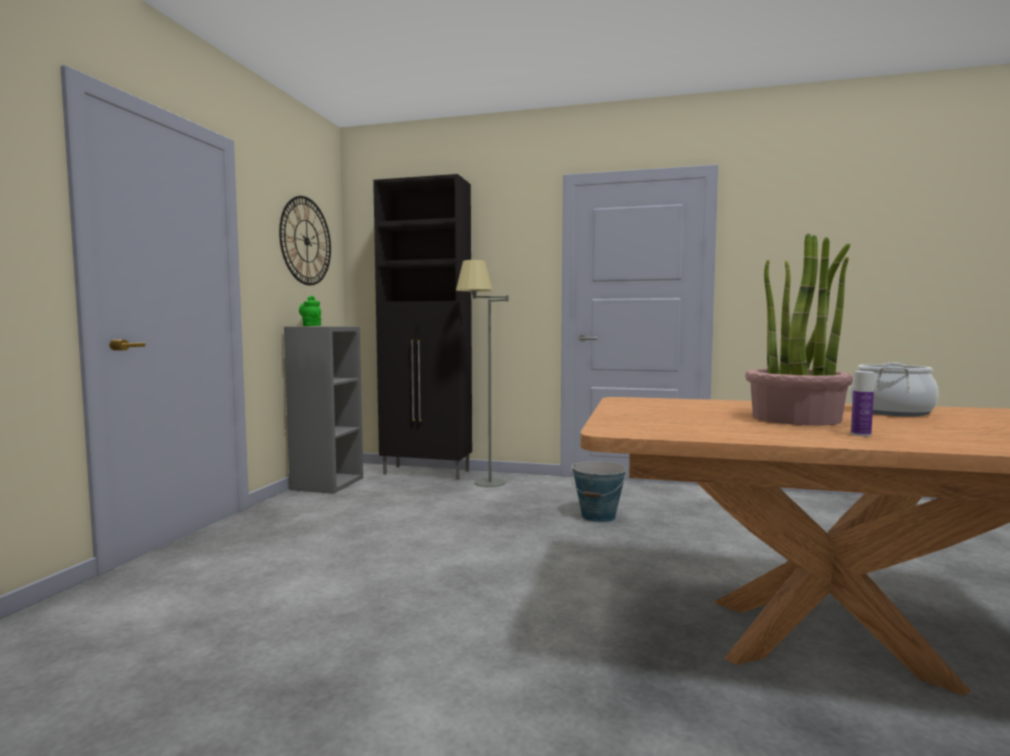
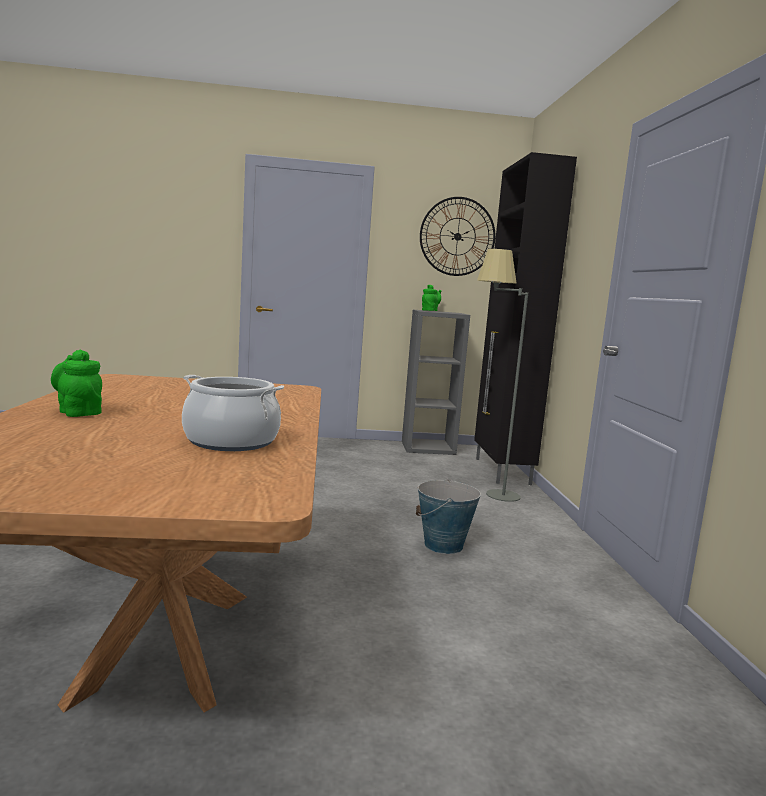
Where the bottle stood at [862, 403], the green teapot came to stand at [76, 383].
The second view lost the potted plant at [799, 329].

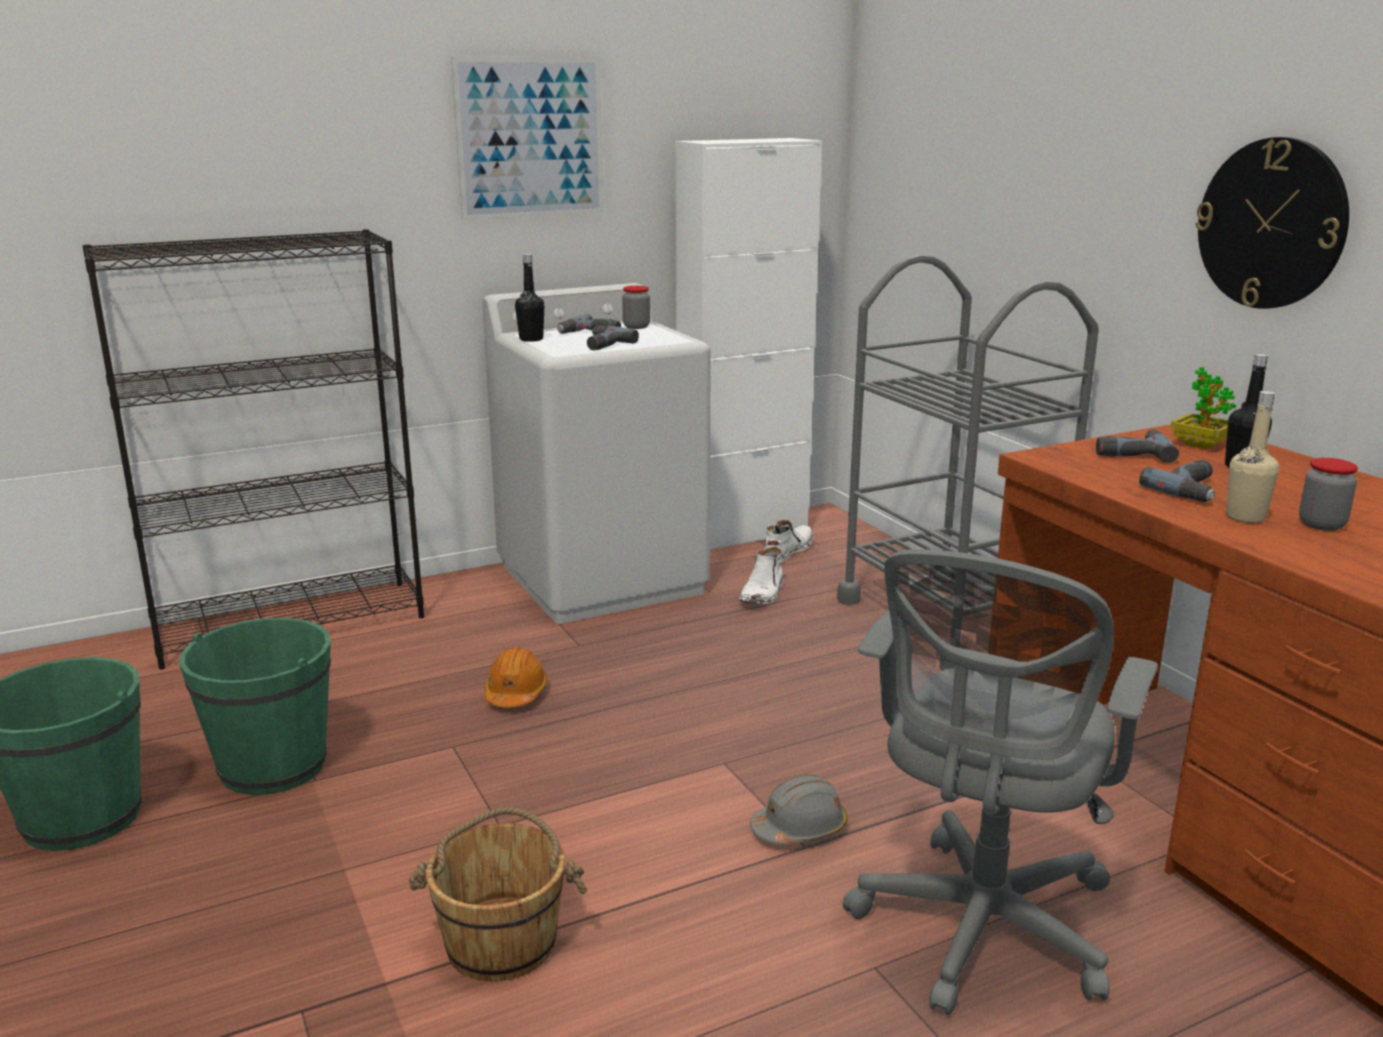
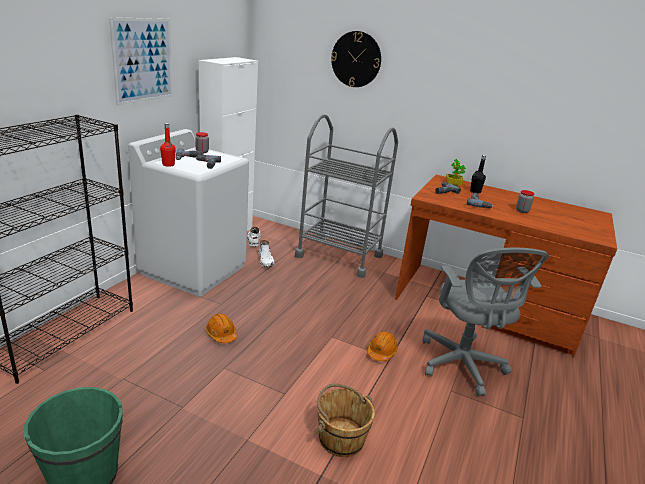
What was the black bottle at [530, 298] turned into the red bottle at [167, 145].
The wall clock ended up elsewhere, having gone from [1272, 223] to [356, 59].
What was the grey hard hat at [799, 809] turned into the orange hard hat at [382, 346].
The second view lost the green bucket at [255, 706].
The second view lost the beige bottle at [1252, 457].

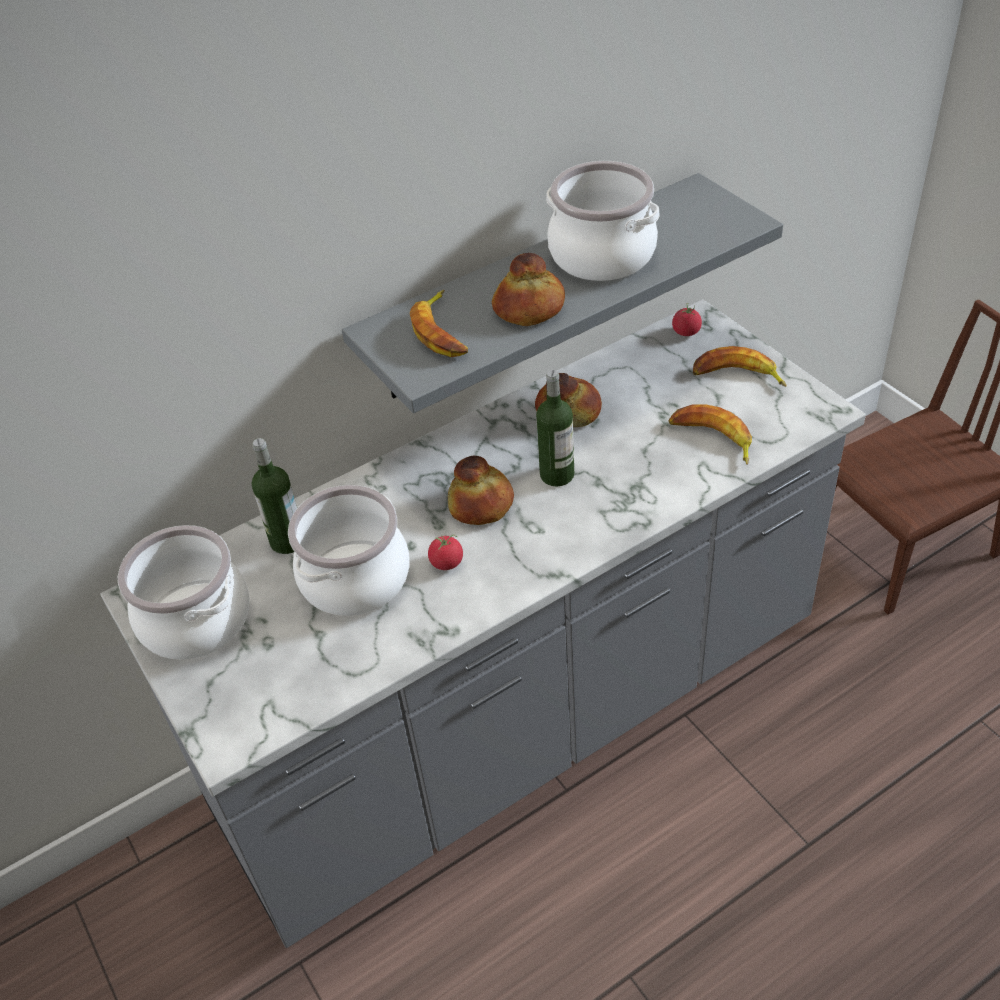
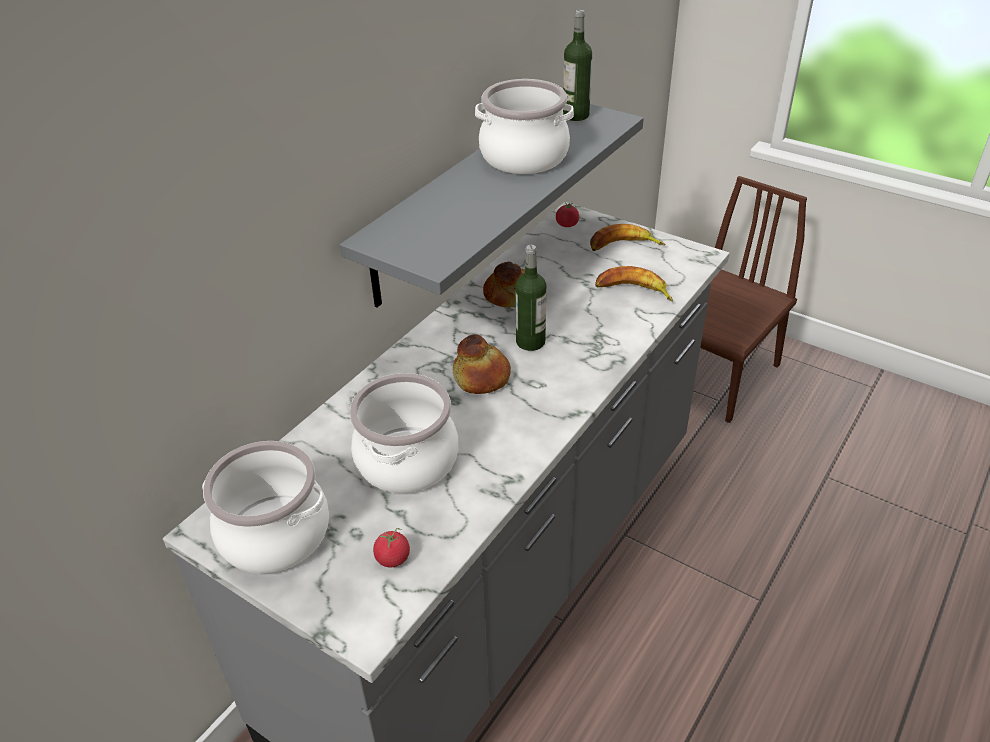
The tomato ended up elsewhere, having gone from [445, 552] to [391, 547].
The bottle ended up elsewhere, having gone from [274, 496] to [577, 65].
The second view lost the banana at [439, 323].
The second view lost the bread at [528, 289].

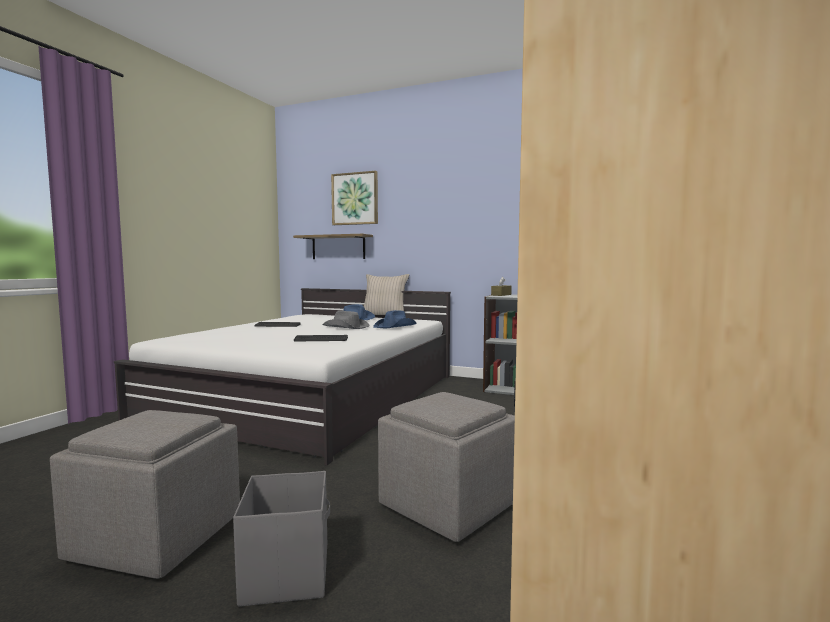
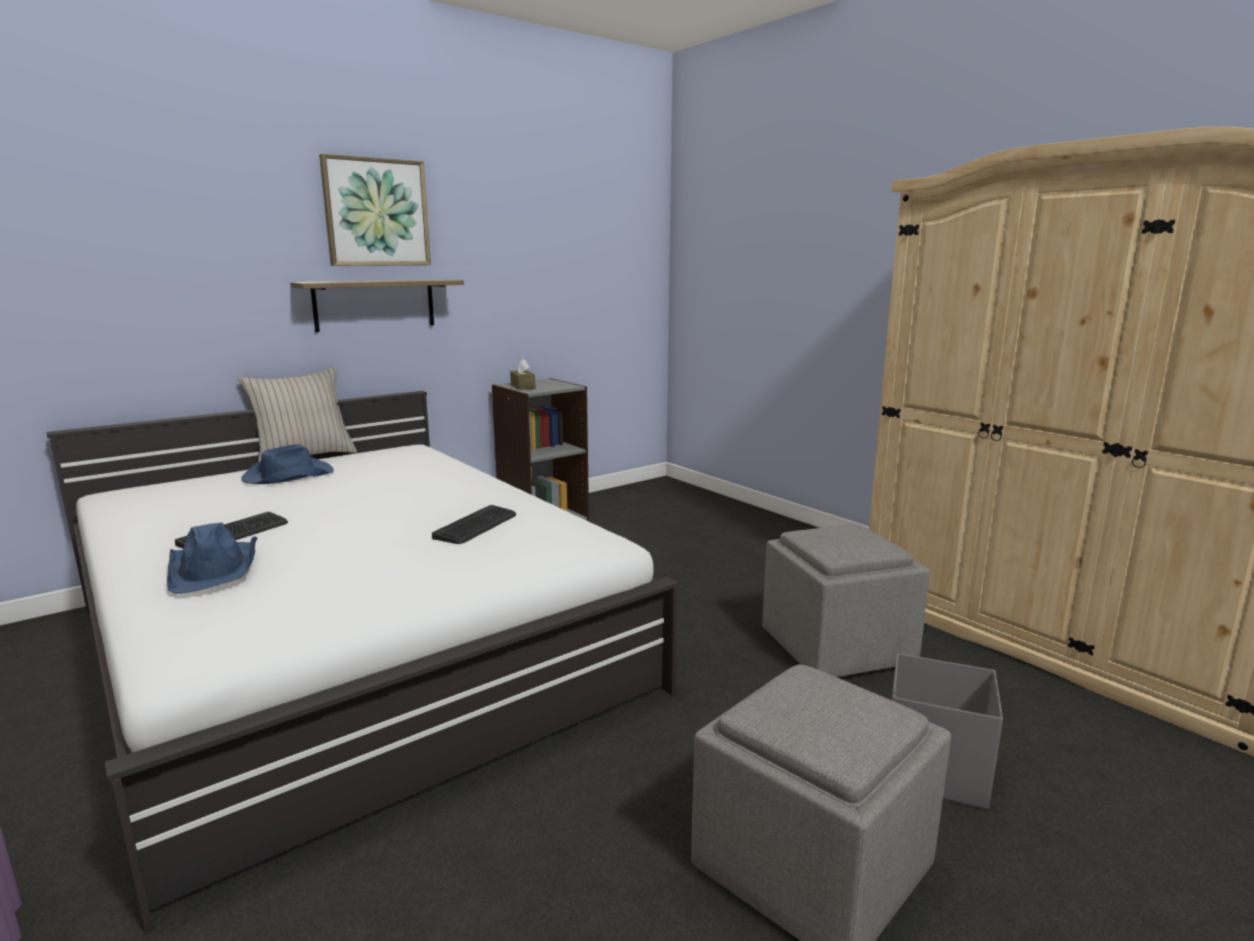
The blue hat ended up elsewhere, having gone from [394, 319] to [212, 558].
The shelf ended up elsewhere, having gone from [333, 246] to [377, 305].
The picture ended up elsewhere, having gone from [354, 198] to [375, 210].
The second view lost the grey hat at [345, 320].

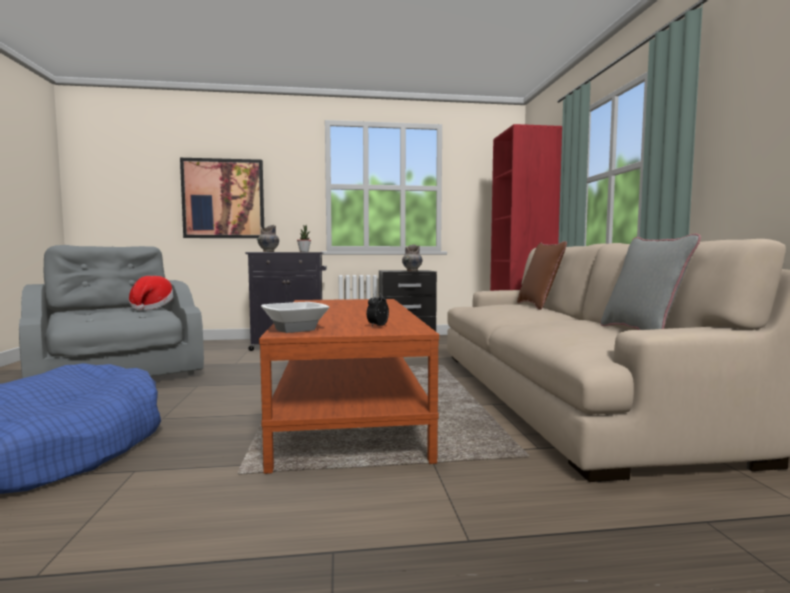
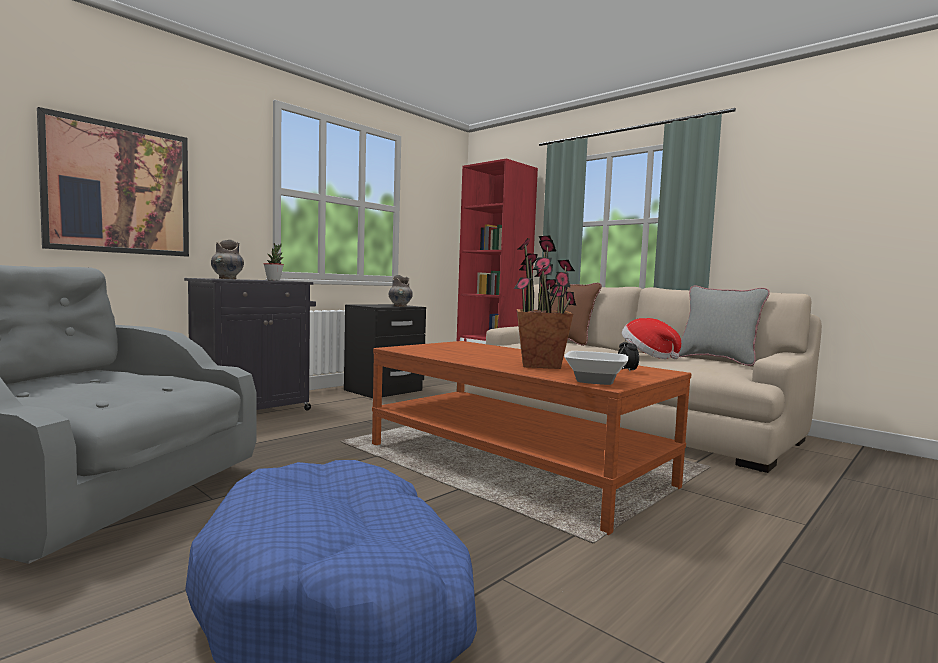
The second view gained the potted plant at [545, 302].
The hat ended up elsewhere, having gone from [151, 293] to [651, 338].

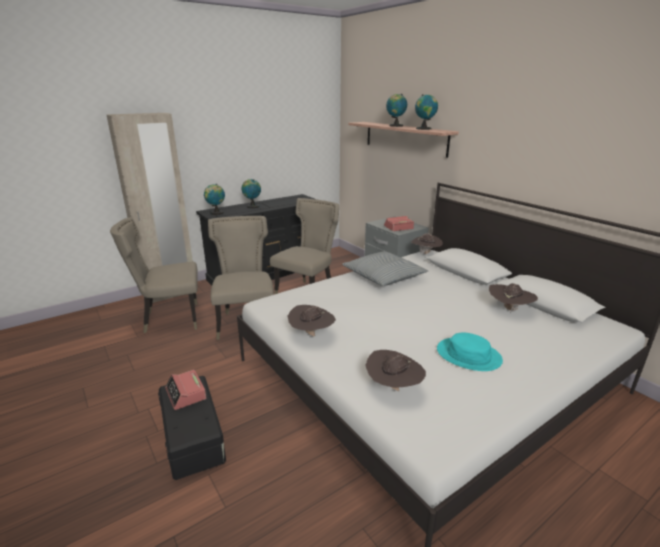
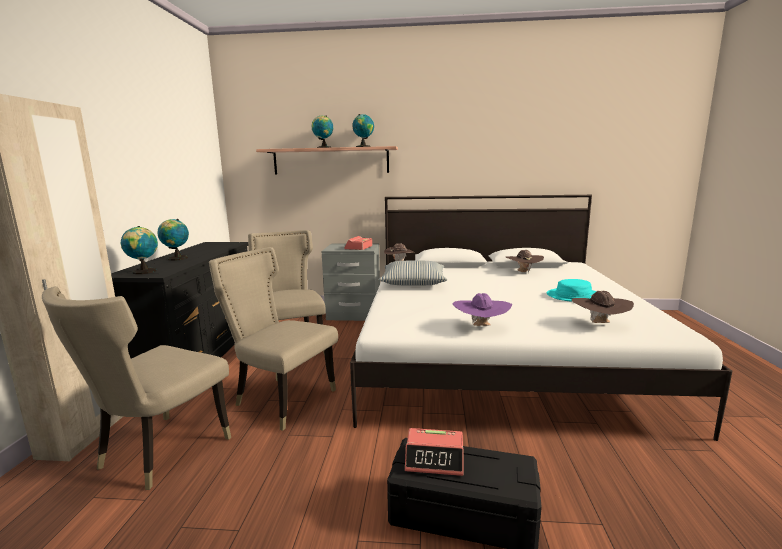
What was the brown hat at [311, 320] turned into the purple hat at [482, 309].

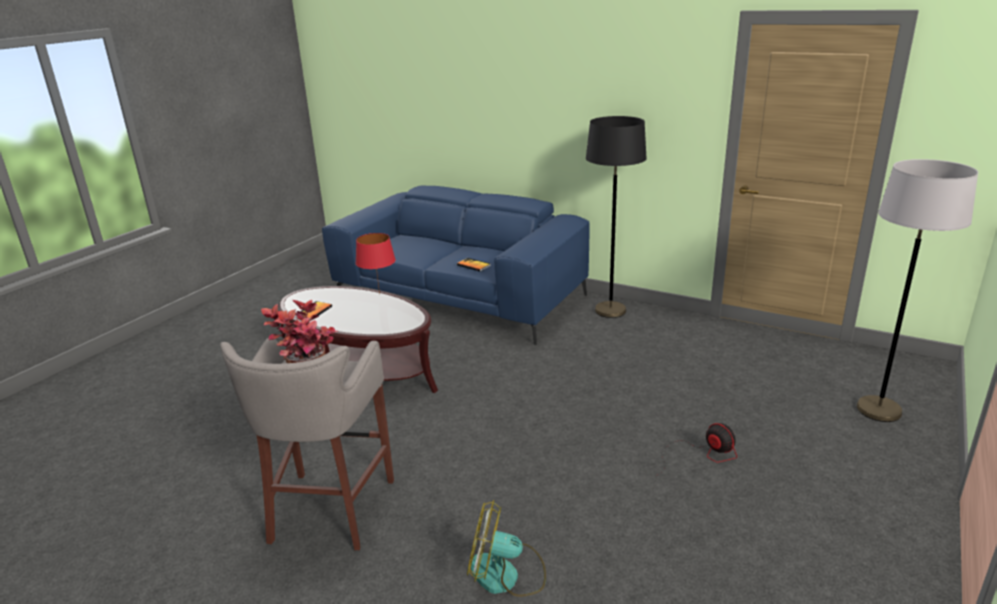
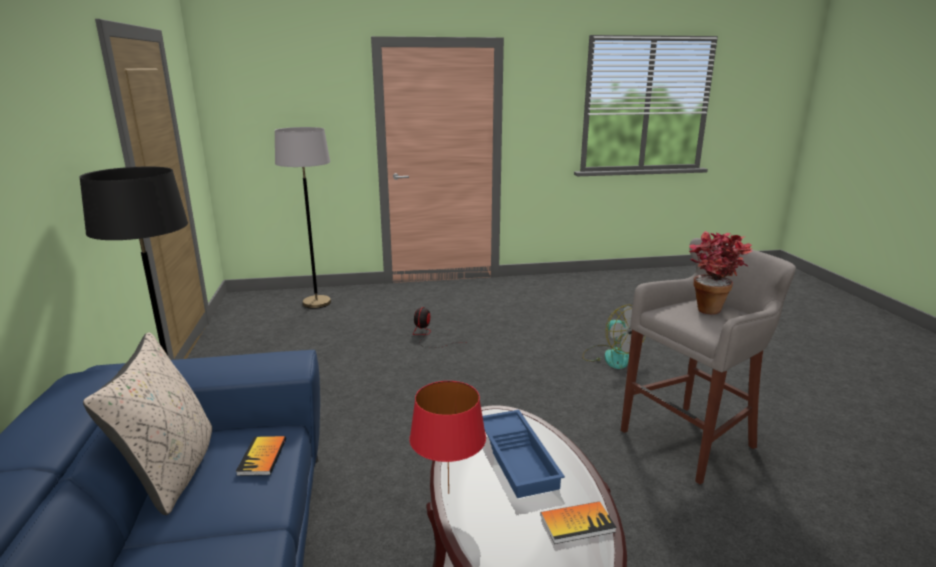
The second view gained the beige pillow at [147, 424].
The second view gained the blue tray at [523, 454].

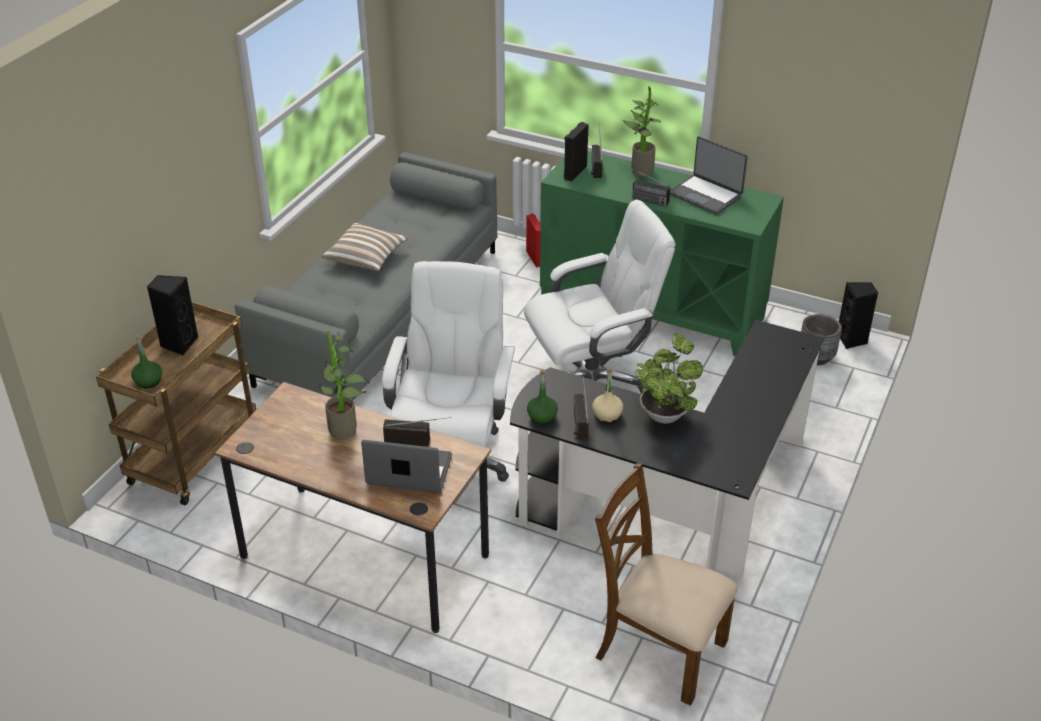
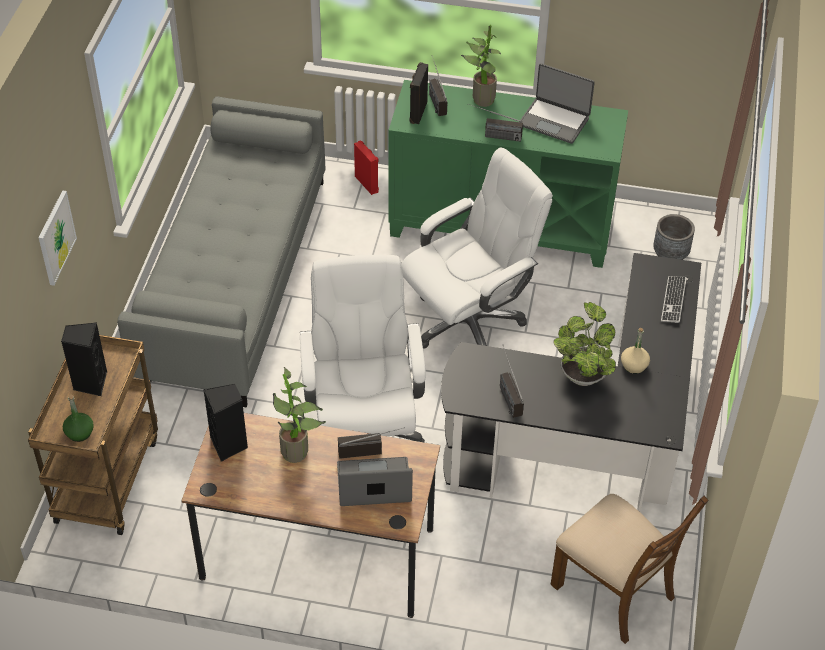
The second view gained the picture at [58, 238].
The black speaker ended up elsewhere, having gone from [858, 315] to [226, 422].
The brown chair at [666, 584] ended up facing another way, 150 degrees counterclockwise from before.
The beige bottle ended up elsewhere, having gone from [607, 395] to [635, 351].
The second view gained the keyboard at [674, 299].
The second view lost the pillow at [365, 247].
The second view lost the green bottle at [542, 397].

